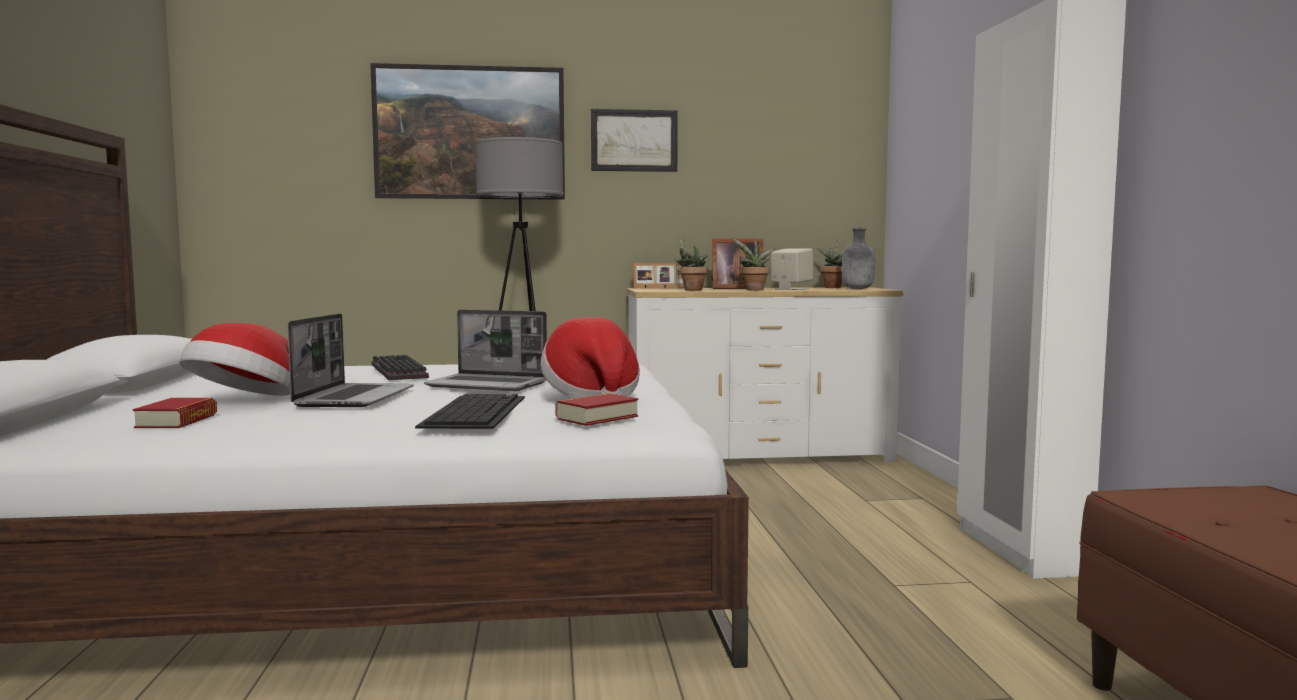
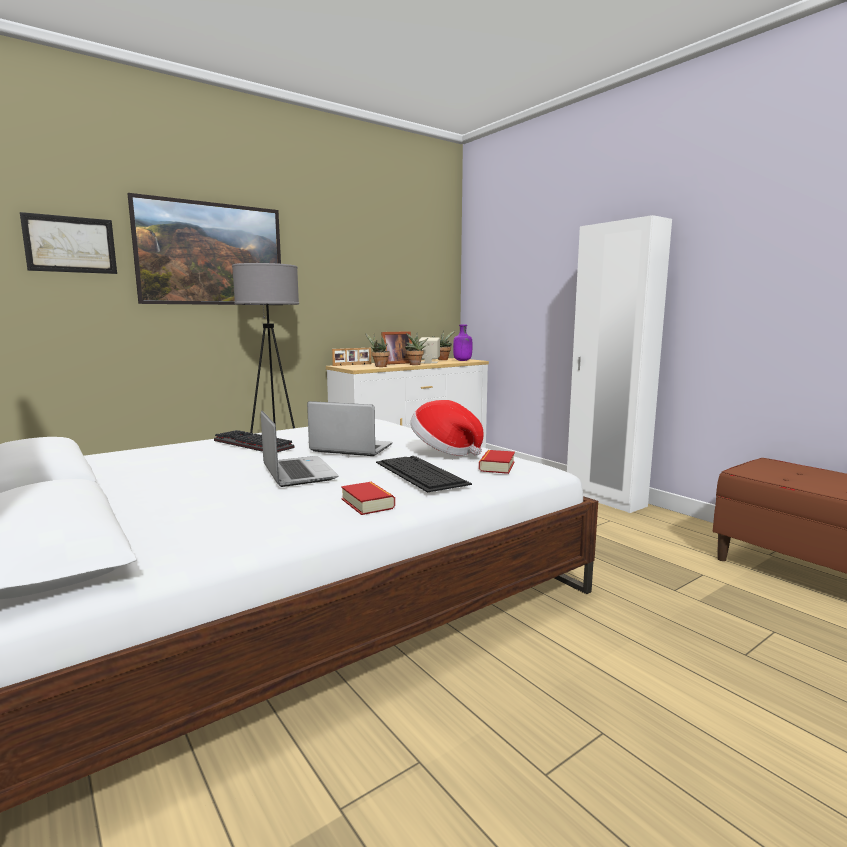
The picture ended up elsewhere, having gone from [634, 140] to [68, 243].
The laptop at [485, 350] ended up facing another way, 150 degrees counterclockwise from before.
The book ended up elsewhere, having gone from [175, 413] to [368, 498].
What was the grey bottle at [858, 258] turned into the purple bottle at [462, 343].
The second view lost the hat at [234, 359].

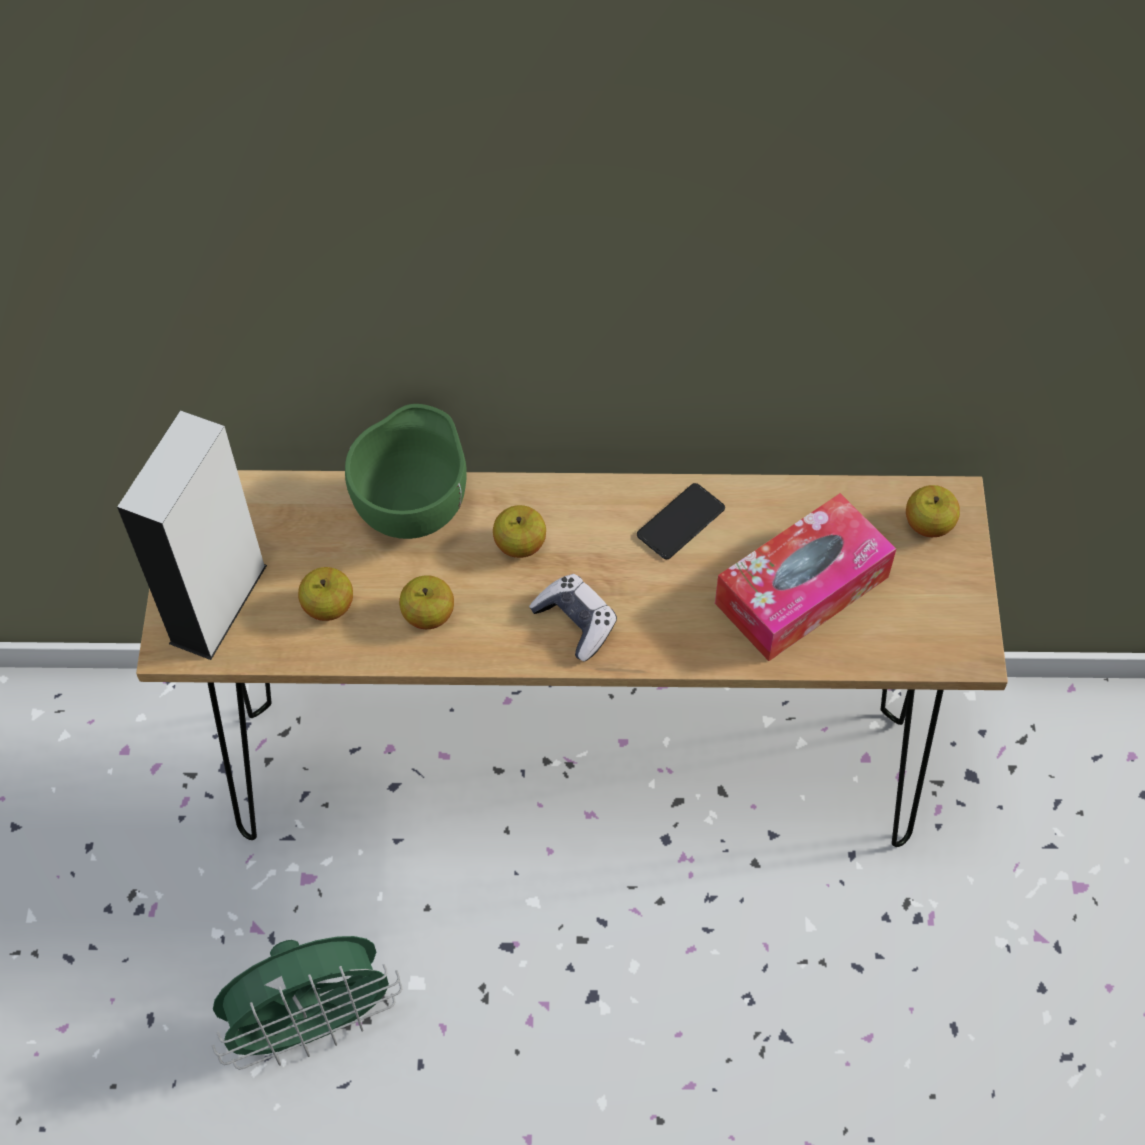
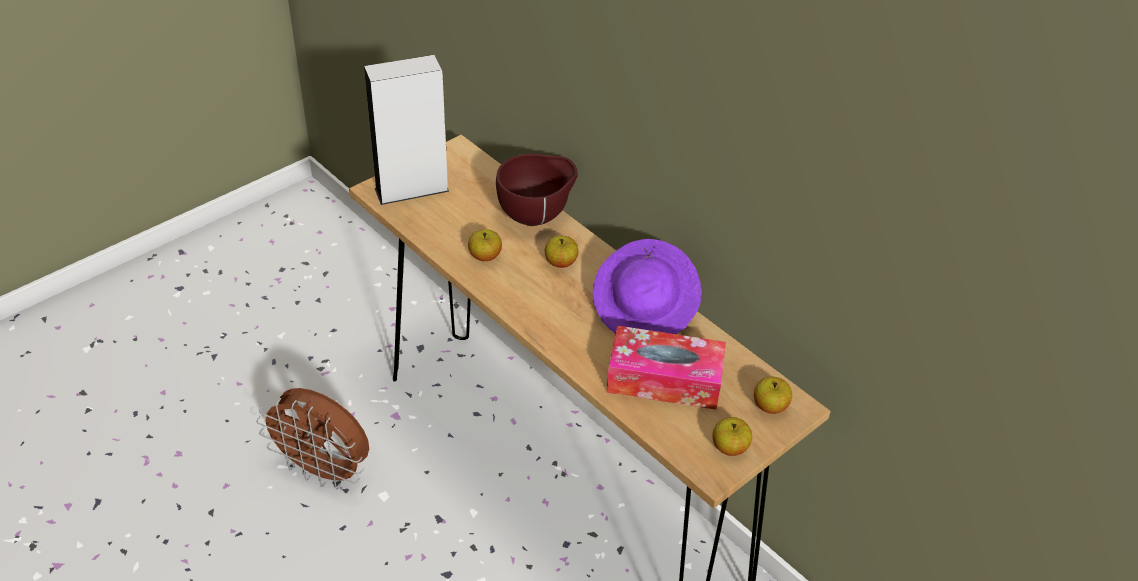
What was the green fan at [307, 1003] turned into the brown fan at [312, 438].
What was the green bowl at [406, 471] turned into the brown bowl at [537, 189].
Where the phone stood at [681, 521], the purple hat came to stand at [647, 286].
The apple ended up elsewhere, having gone from [325, 594] to [732, 436].
The second view lost the game controller at [573, 617].

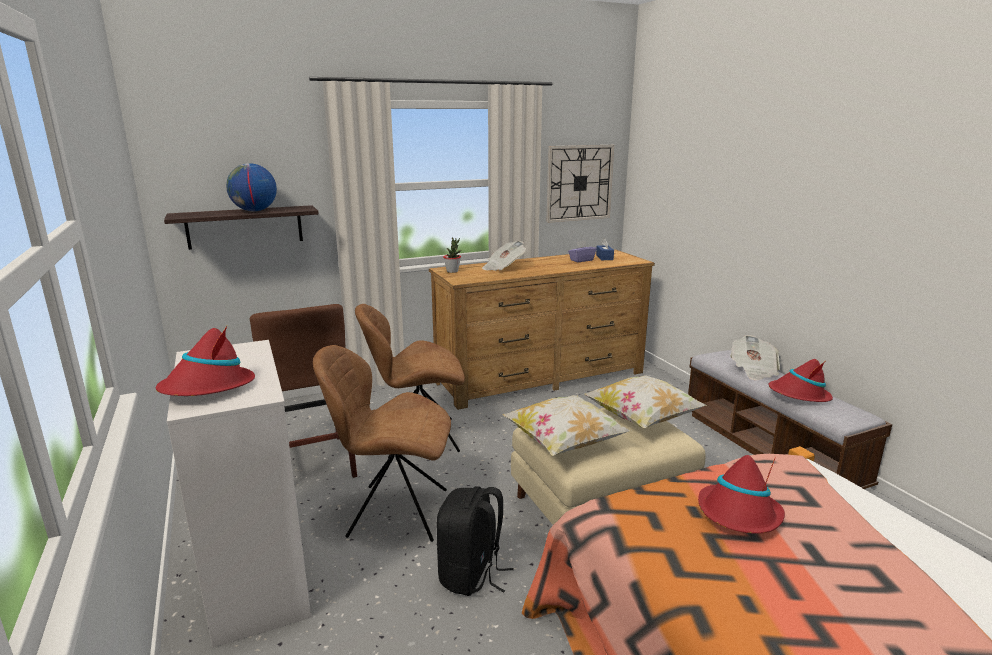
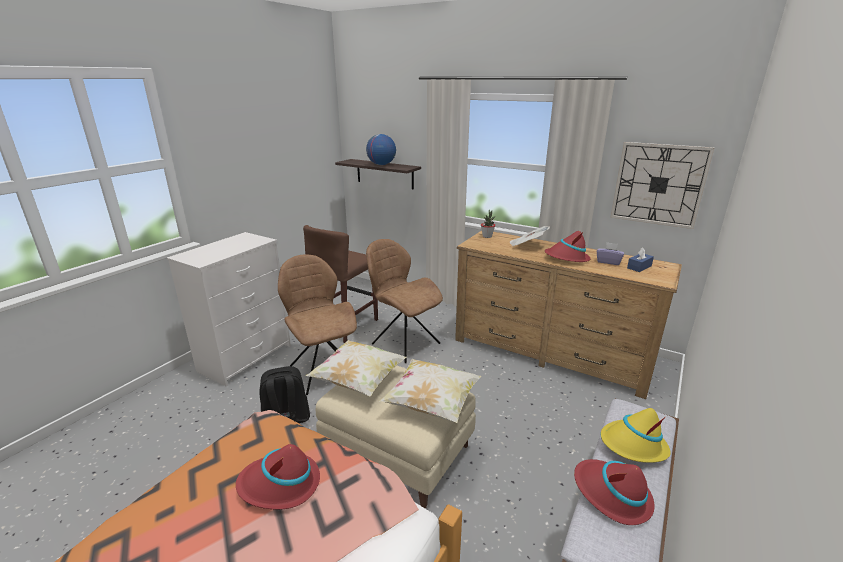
The red hat ended up elsewhere, having gone from [205, 361] to [567, 246].
Where the newspaper stood at [755, 357], the yellow hat came to stand at [636, 435].

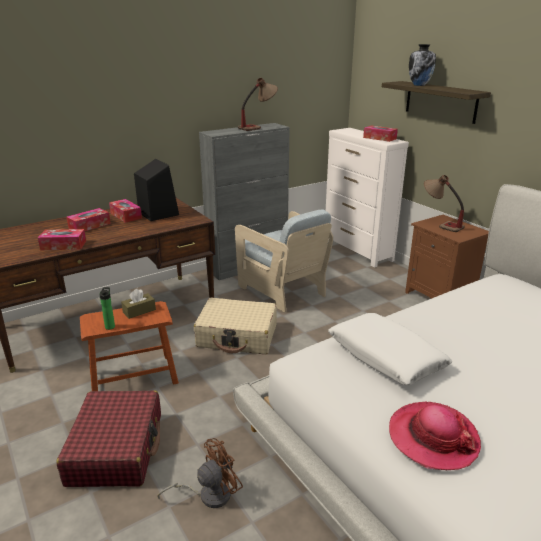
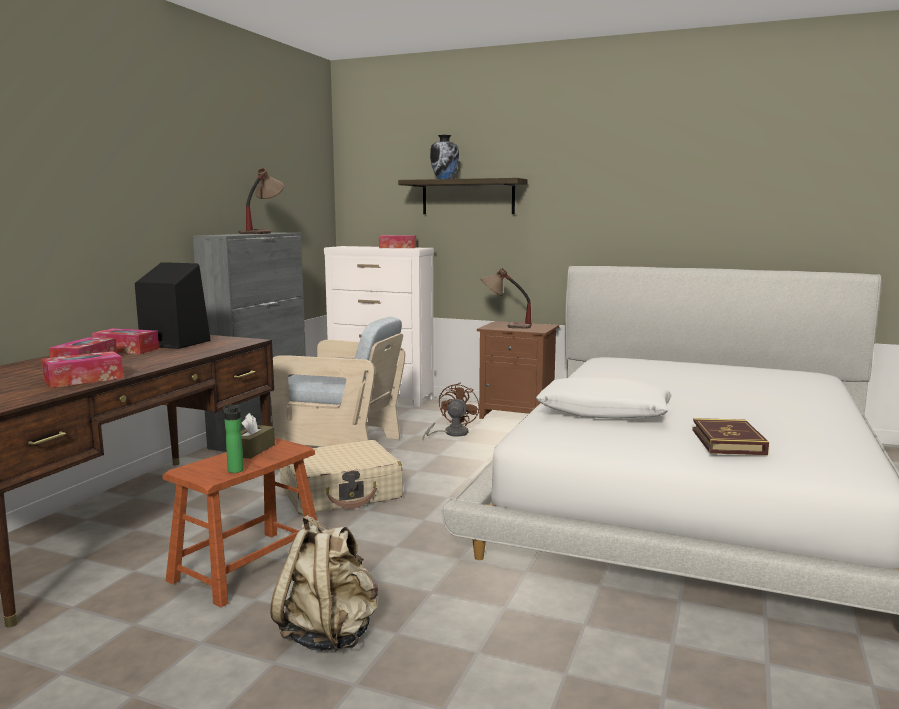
Where the red suitcase stood at [108, 438], the beige backpack came to stand at [324, 583].
The brown fan ended up elsewhere, having gone from [200, 473] to [451, 411].
Where the hat stood at [435, 436], the book came to stand at [730, 436].

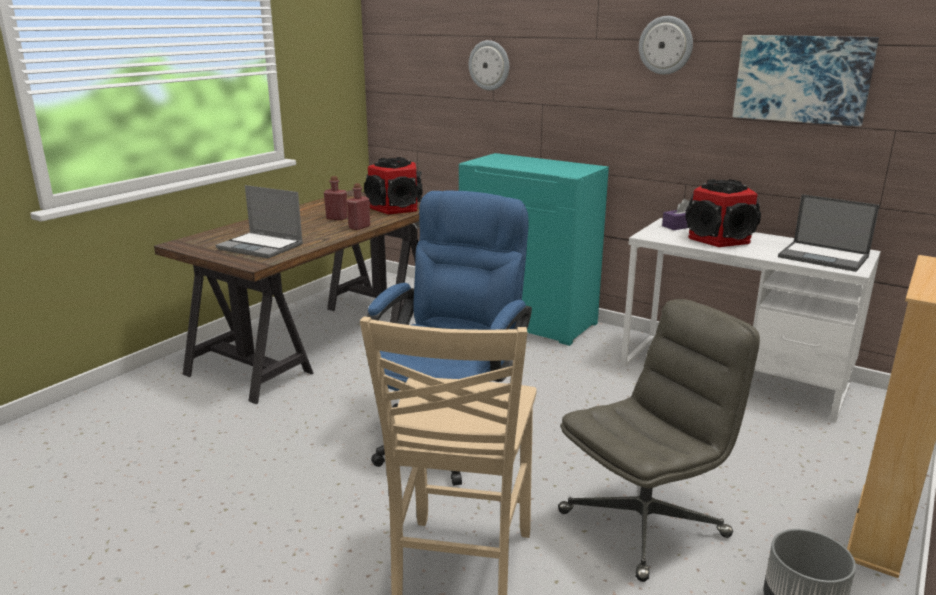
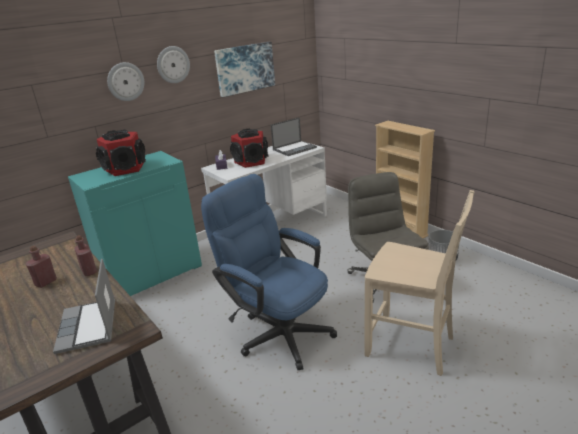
The laptop at [259, 221] ended up facing another way, 120 degrees clockwise from before.
The speaker ended up elsewhere, having gone from [393, 185] to [121, 153].
The wall clock ended up elsewhere, having gone from [489, 65] to [125, 81].

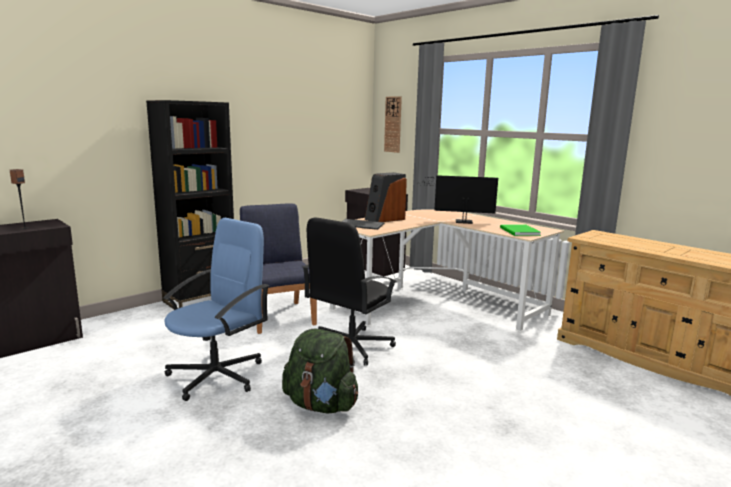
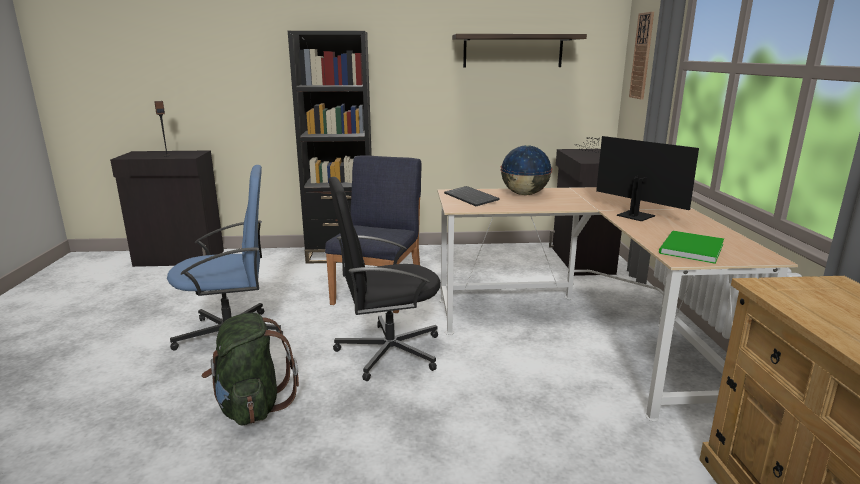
The second view gained the shelf at [519, 50].
Where the speaker stood at [386, 197], the globe came to stand at [526, 170].

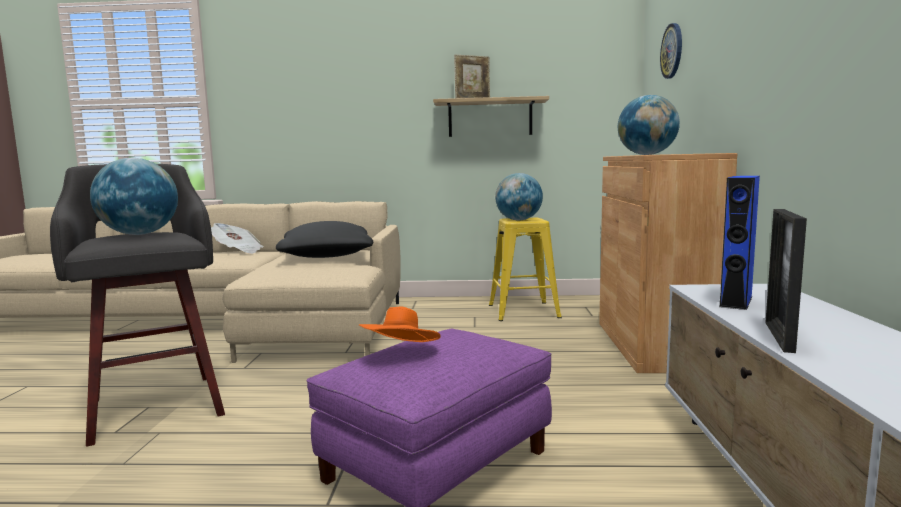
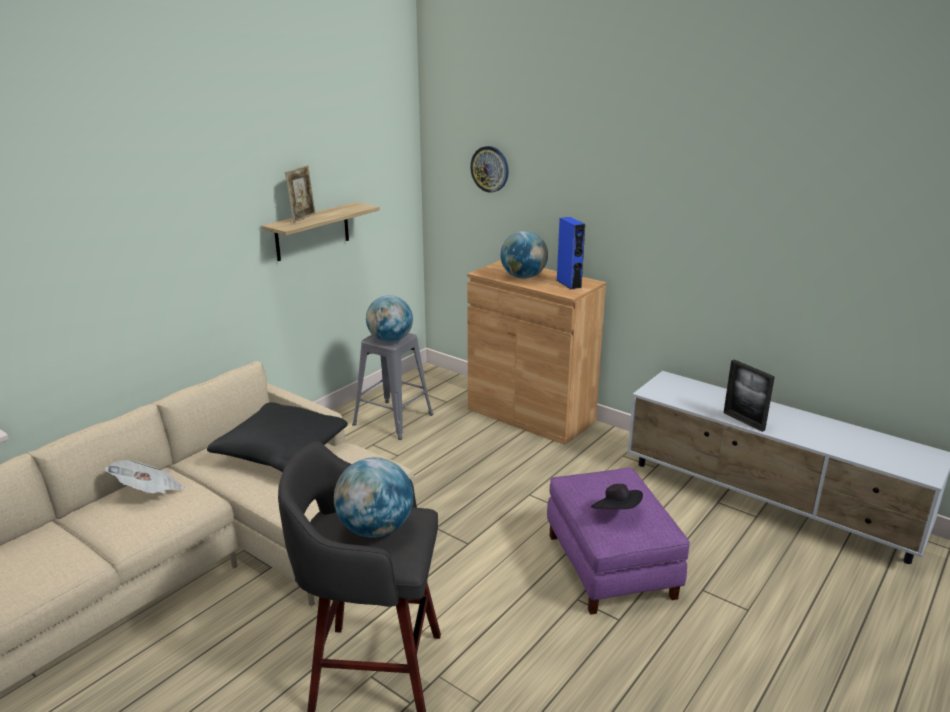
What was the yellow stool at [525, 269] turned into the grey stool at [392, 386].
The blue speaker ended up elsewhere, having gone from [739, 243] to [571, 253].
What was the orange hat at [399, 324] turned into the black hat at [617, 496].

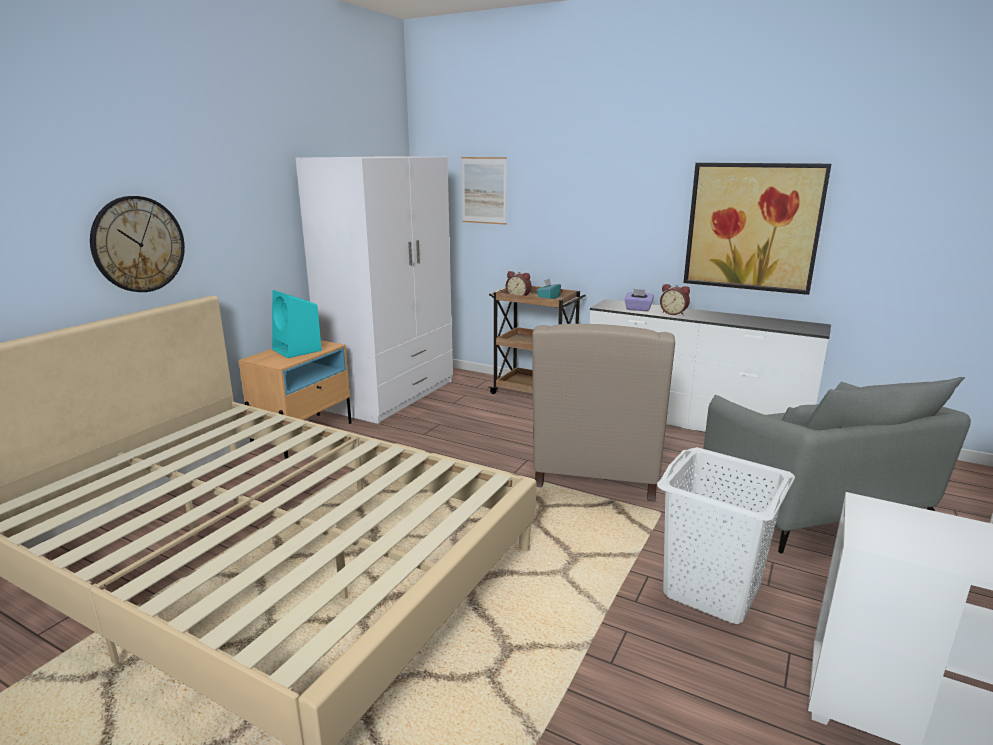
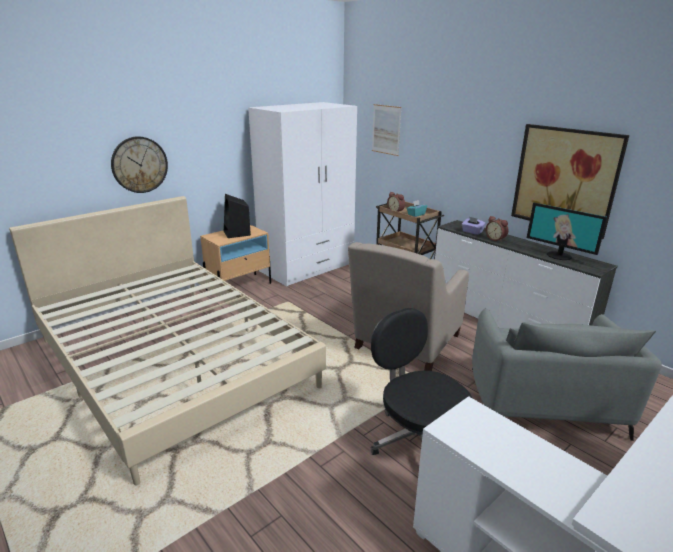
What was the turquoise speaker at [297, 324] turned into the black speaker at [237, 216].
Where the white laundry basket stood at [726, 535], the black office chair came to stand at [421, 381].
The second view gained the monitor at [567, 231].

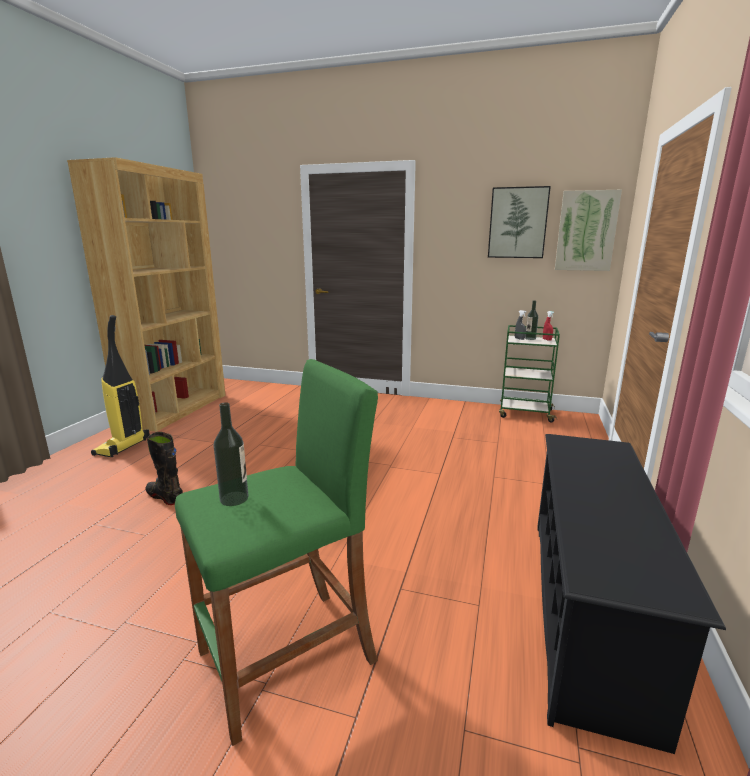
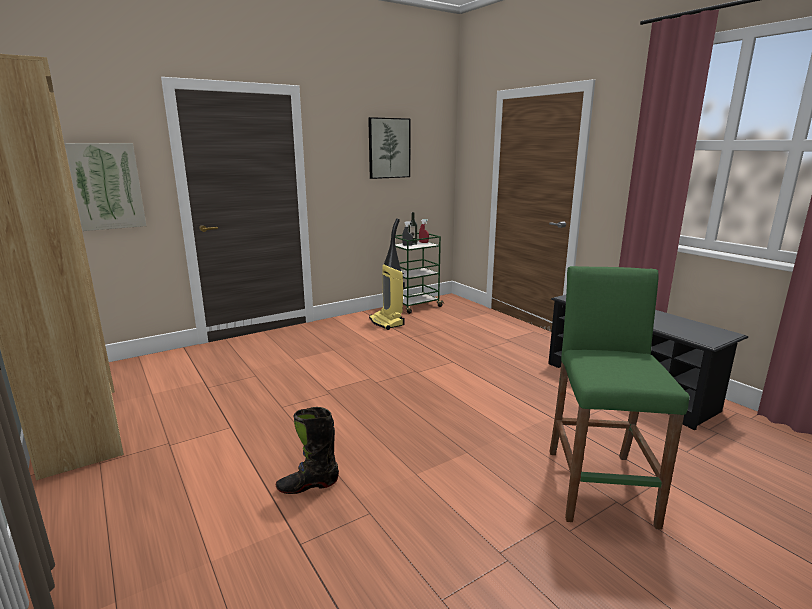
The picture ended up elsewhere, having gone from [588, 230] to [105, 187].
The vacuum cleaner ended up elsewhere, having gone from [120, 386] to [387, 274].
The second view lost the bottle at [231, 454].

